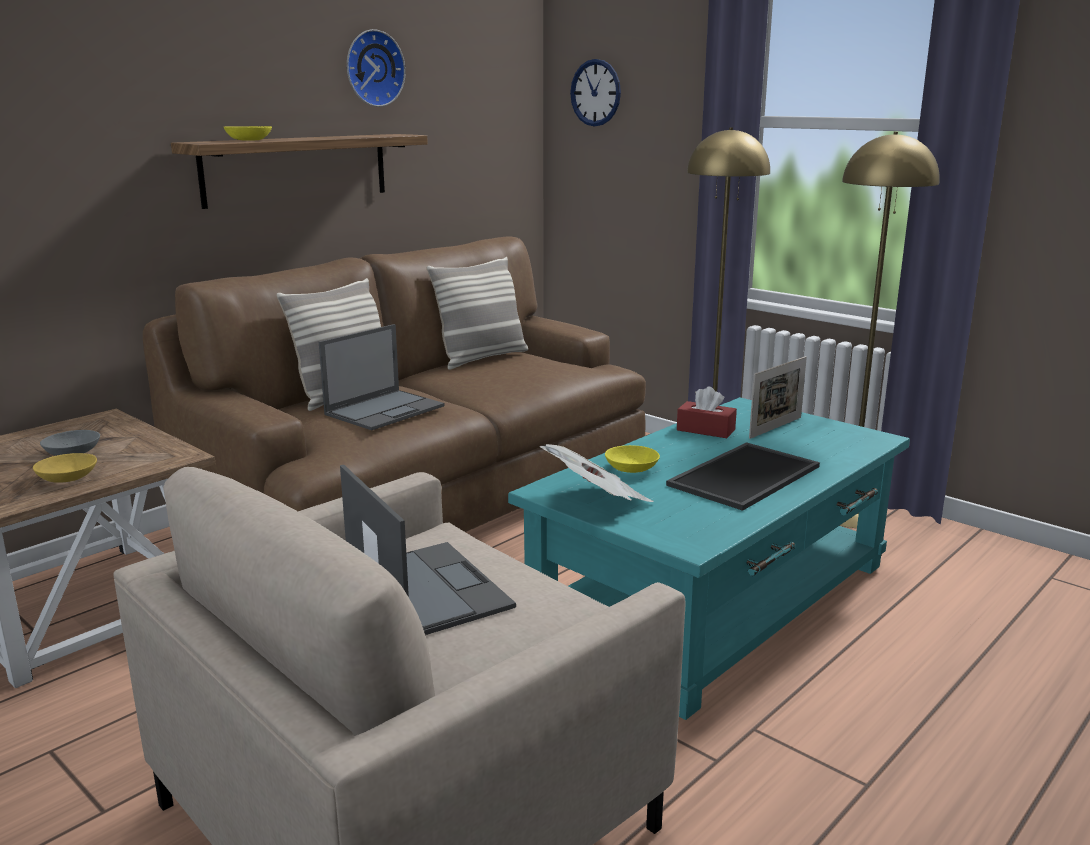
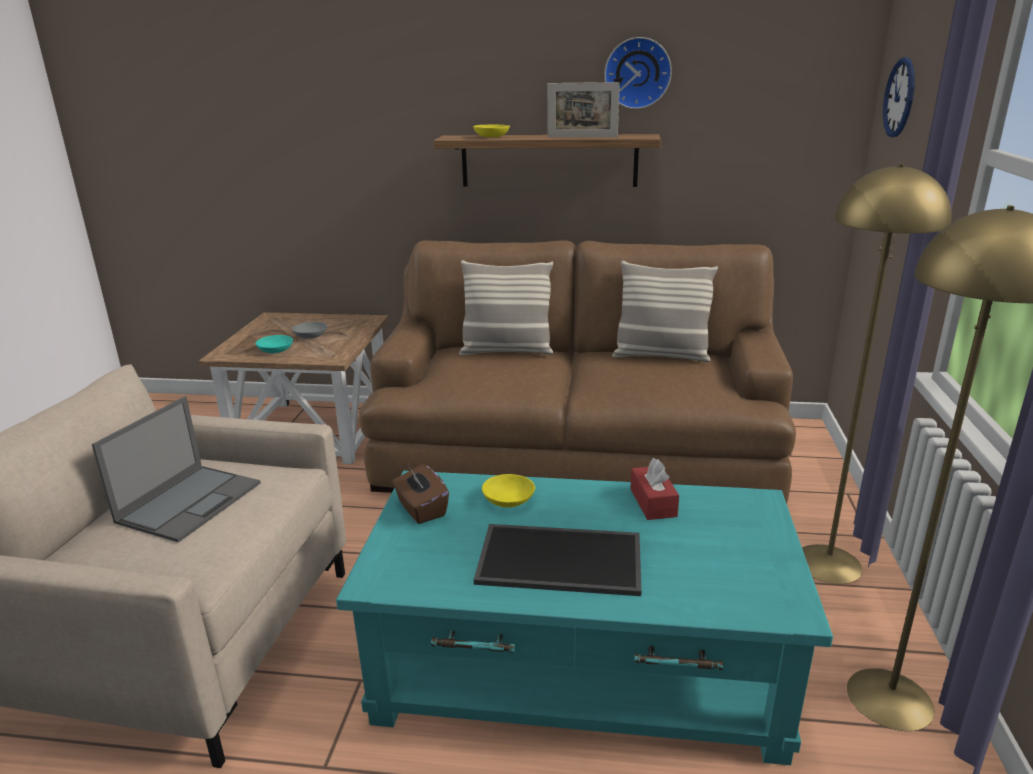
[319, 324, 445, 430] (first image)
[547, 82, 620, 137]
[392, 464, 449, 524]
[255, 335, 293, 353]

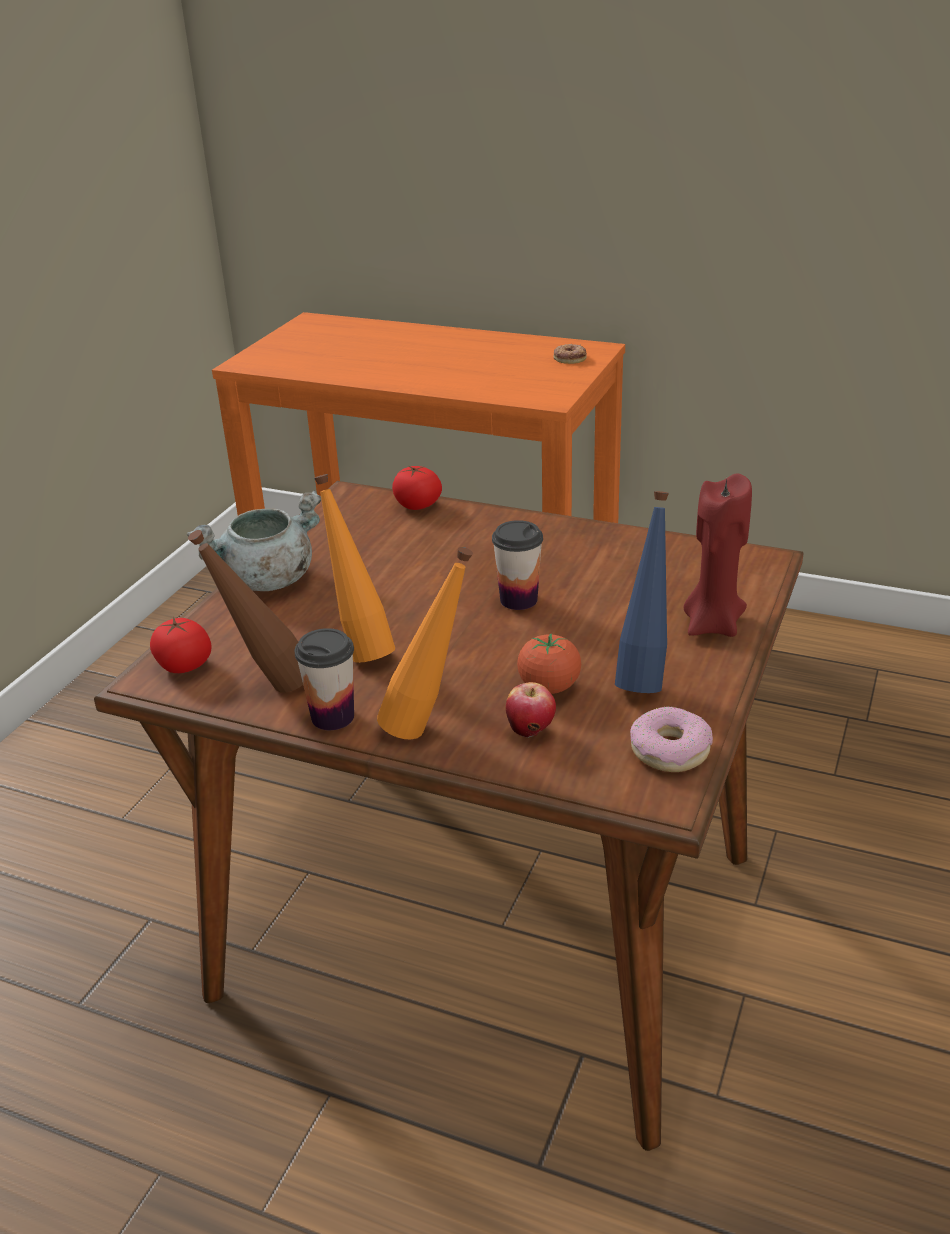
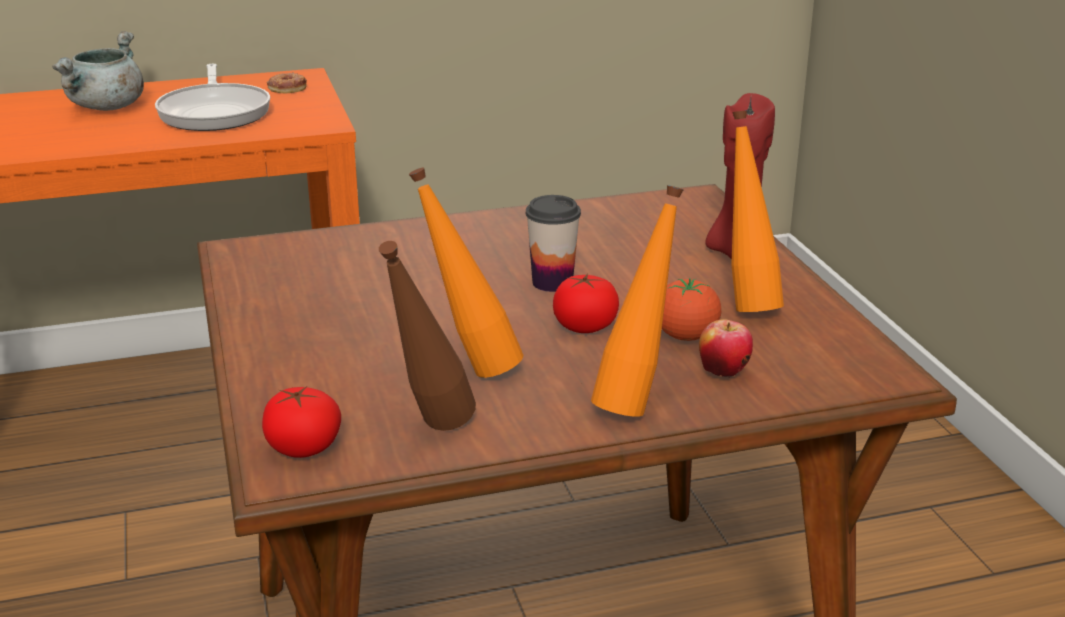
[553, 273, 619, 333]
[52, 31, 144, 111]
[731, 110, 784, 312]
[295, 628, 354, 730] (first image)
[630, 707, 713, 772] (first image)
[155, 64, 270, 131]

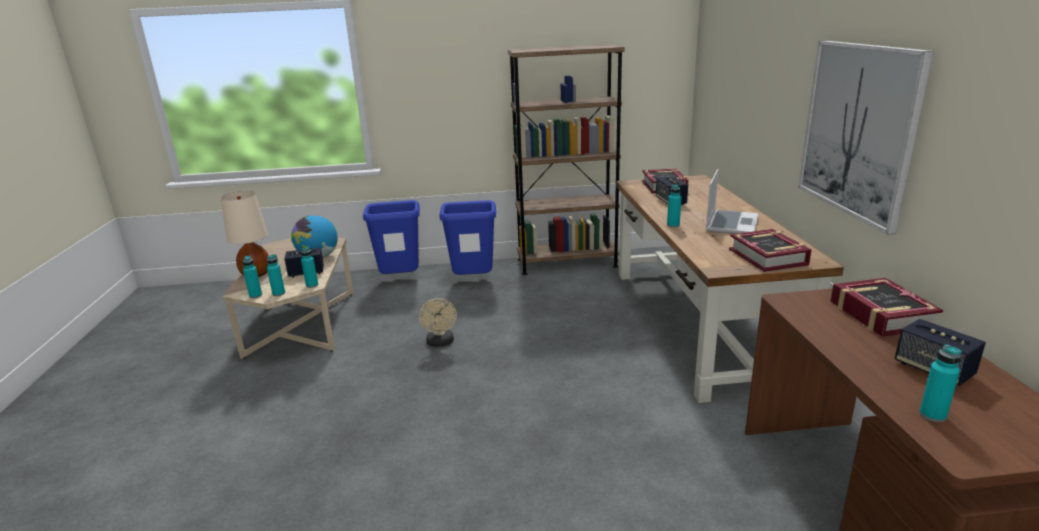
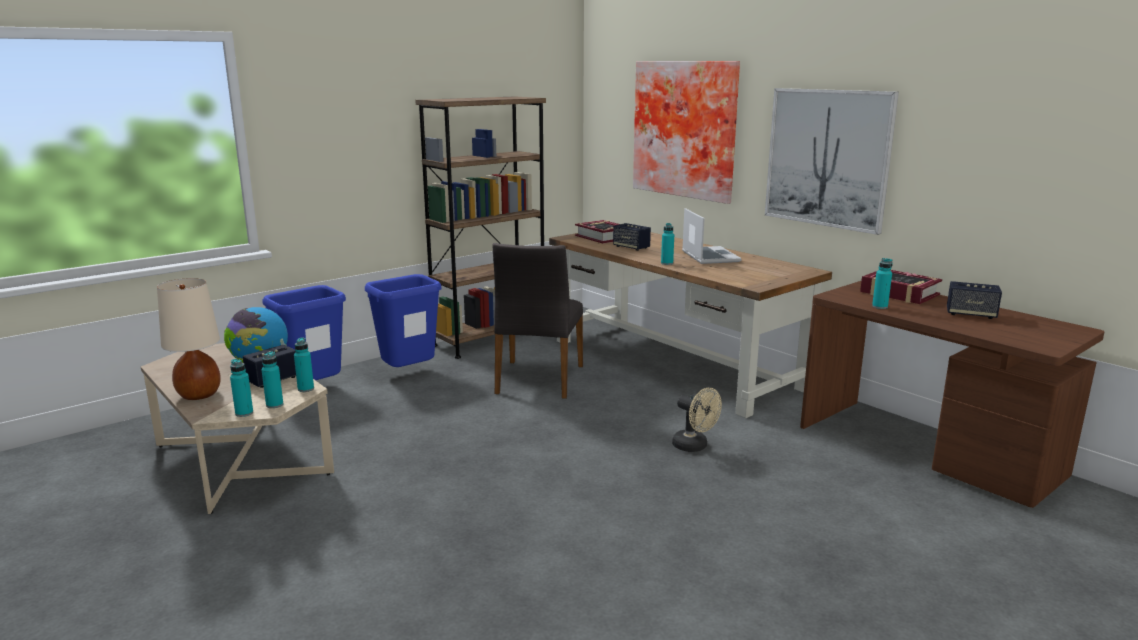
[729, 229, 812, 272] (first image)
[672, 388, 722, 452]
[872, 258, 893, 309]
[633, 61, 740, 204]
[493, 243, 583, 399]

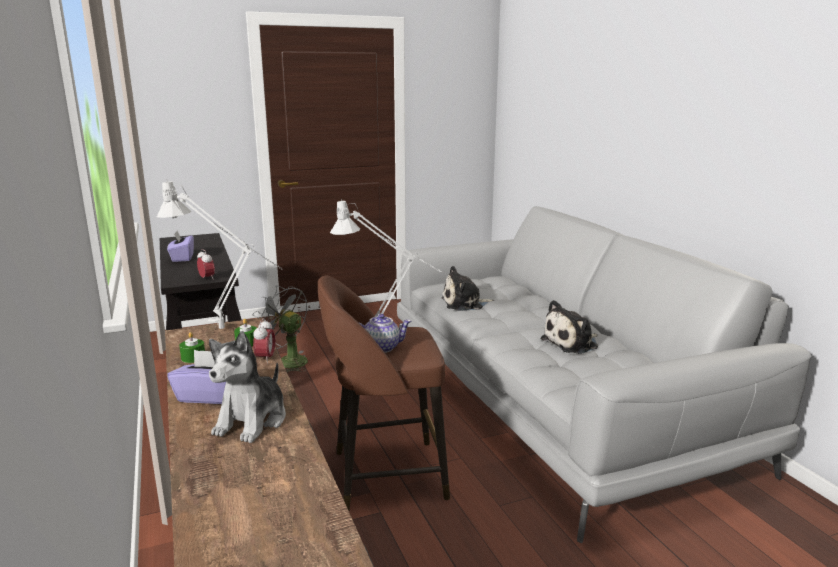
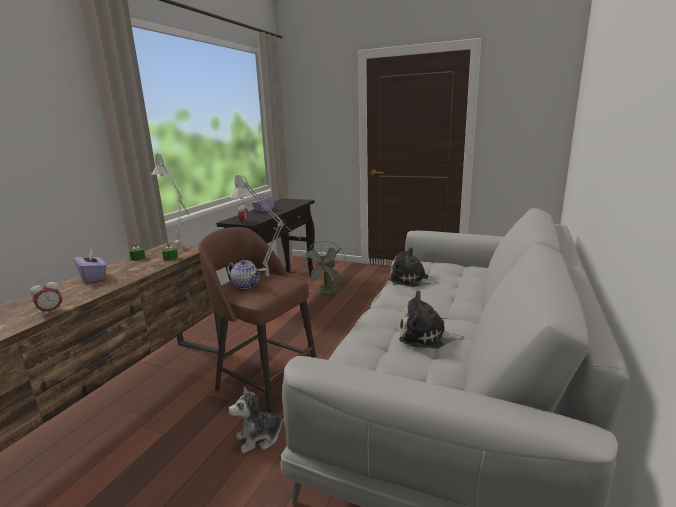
[302, 240, 347, 294]
[30, 279, 62, 316]
[228, 387, 284, 453]

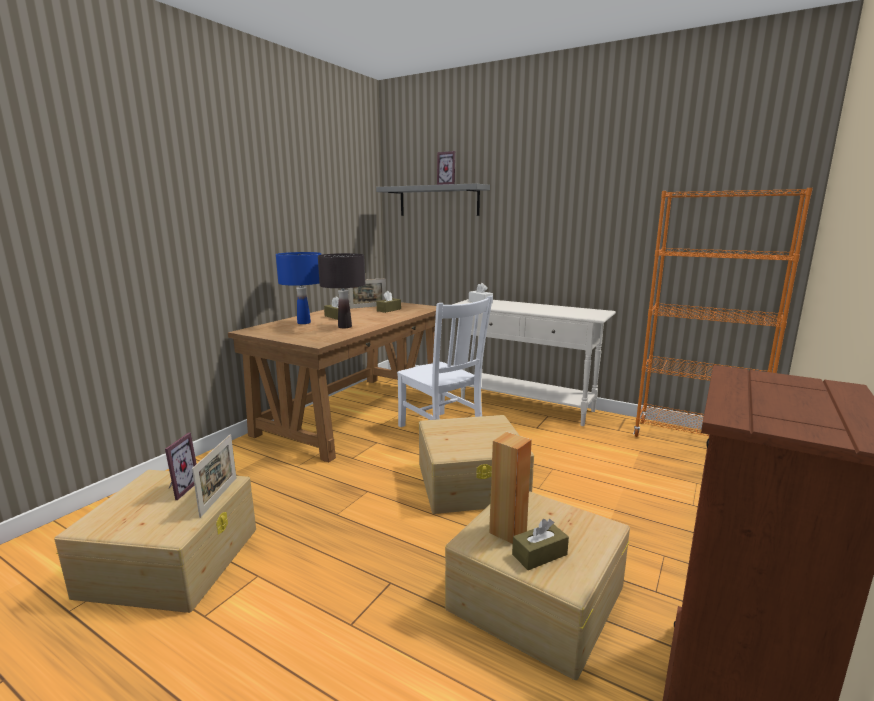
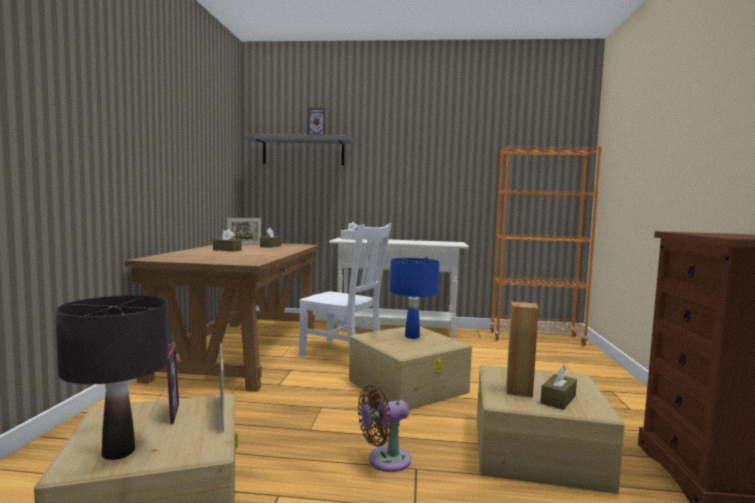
[390, 258, 440, 339]
[55, 295, 169, 460]
[358, 385, 411, 472]

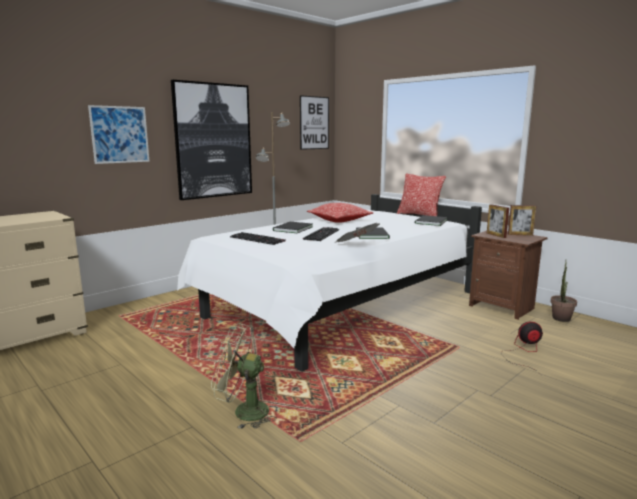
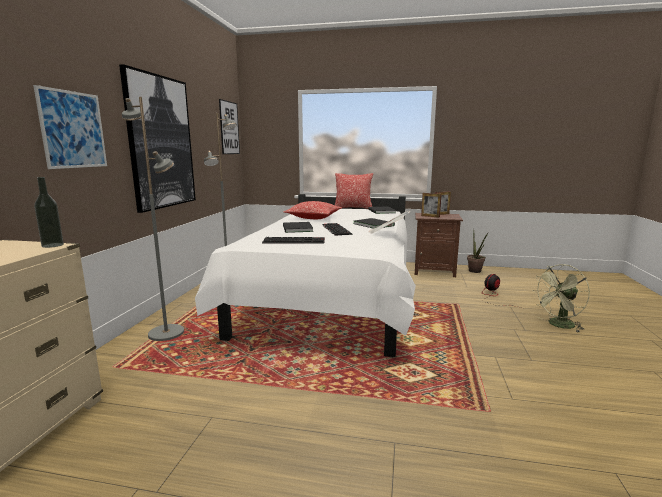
[532, 264, 590, 333]
[122, 97, 184, 341]
[34, 177, 64, 248]

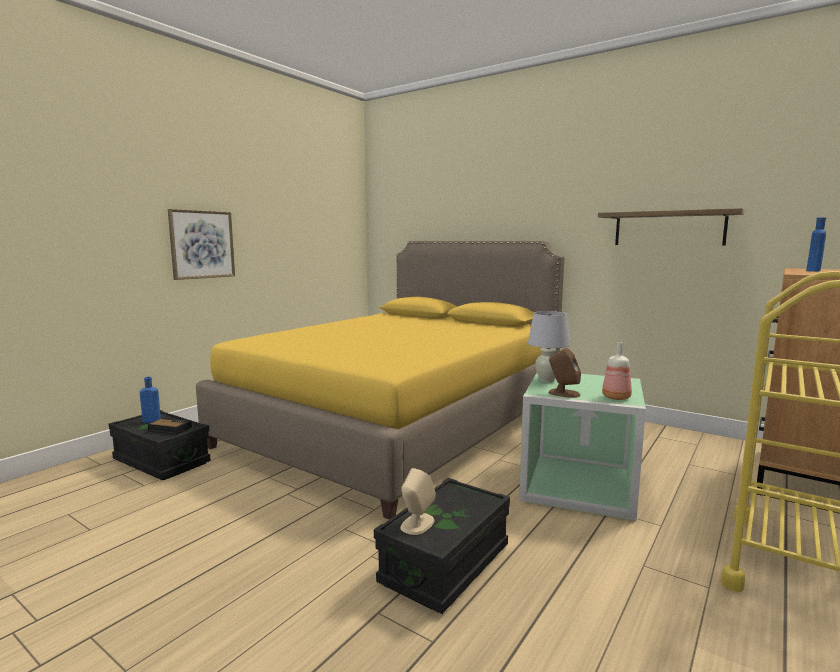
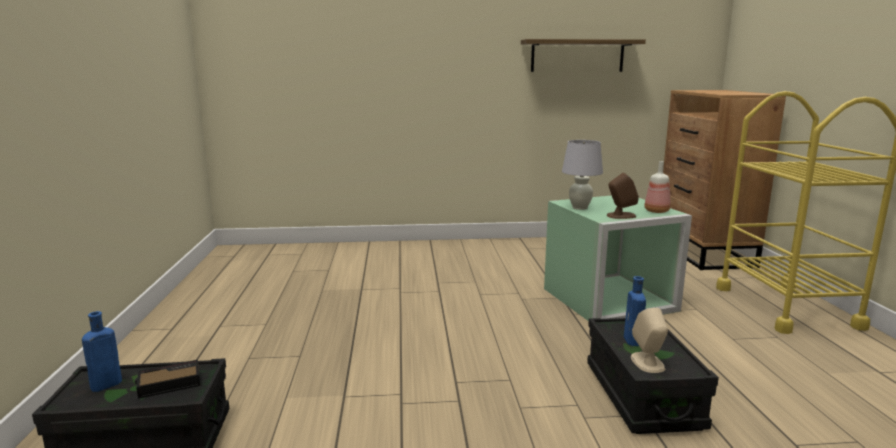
[168, 209, 235, 280] (first image)
[624, 276, 646, 346]
[196, 241, 564, 520] (first image)

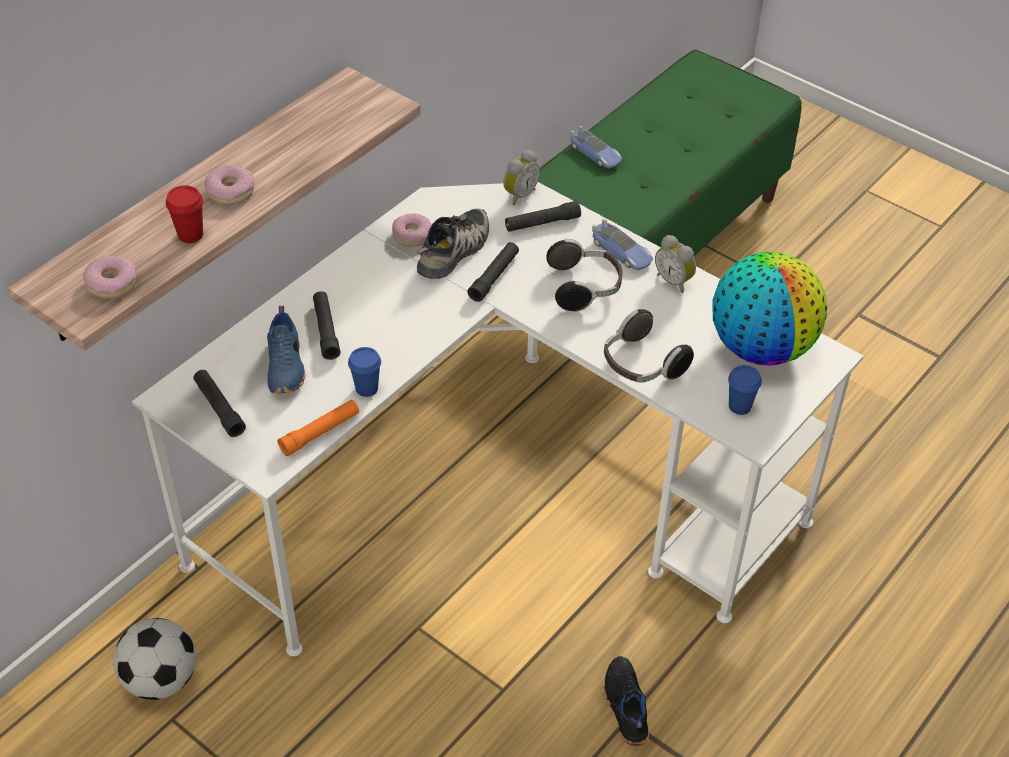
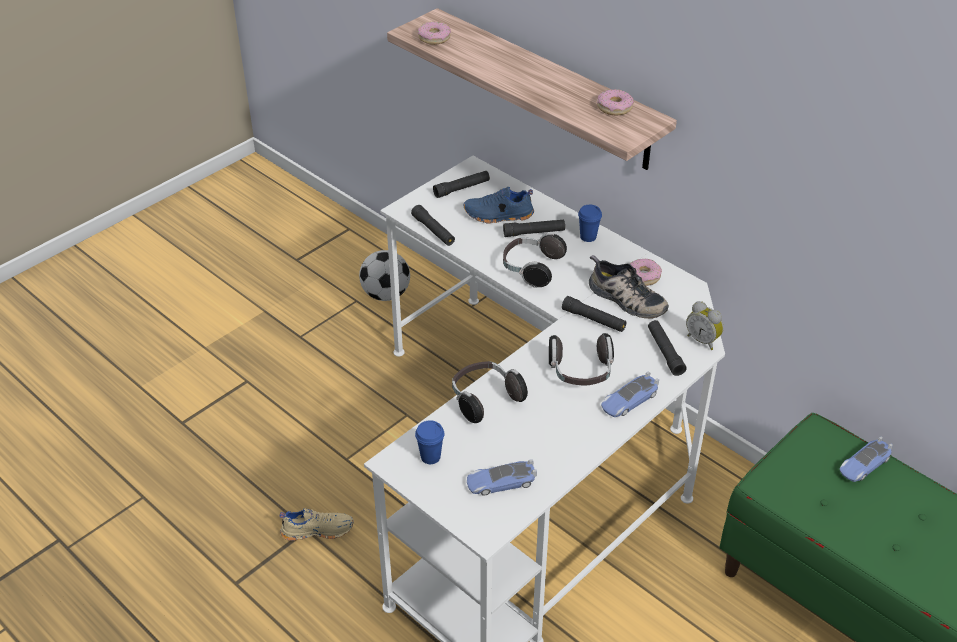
[597, 89, 634, 115]
[166, 185, 203, 243] (first image)
[655, 235, 696, 293] (first image)
[467, 459, 537, 496]
[578, 205, 602, 242]
[411, 205, 455, 246]
[280, 508, 353, 541]
[503, 232, 567, 288]

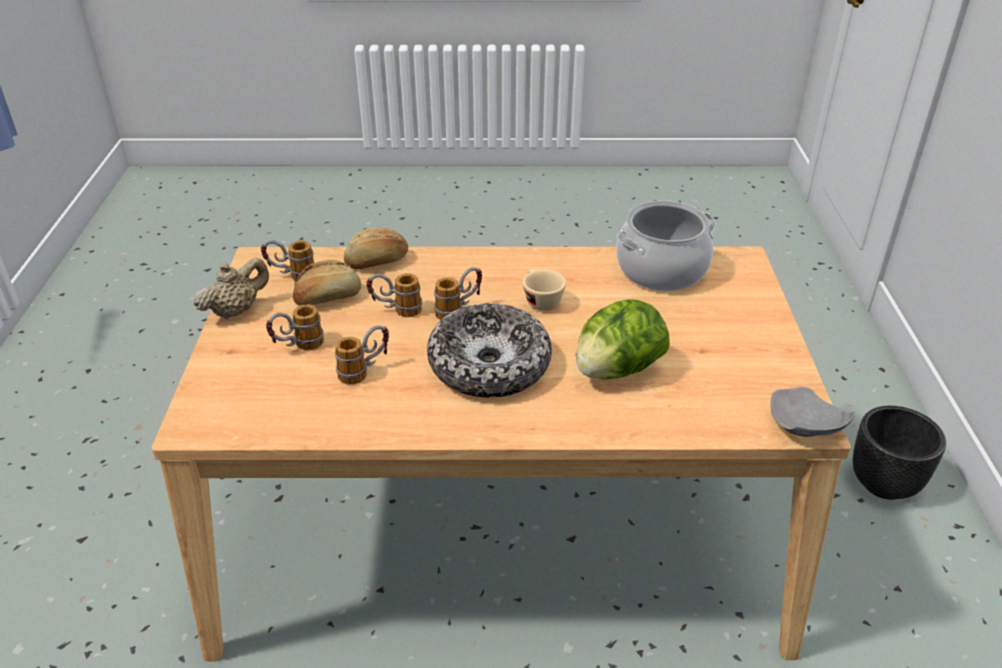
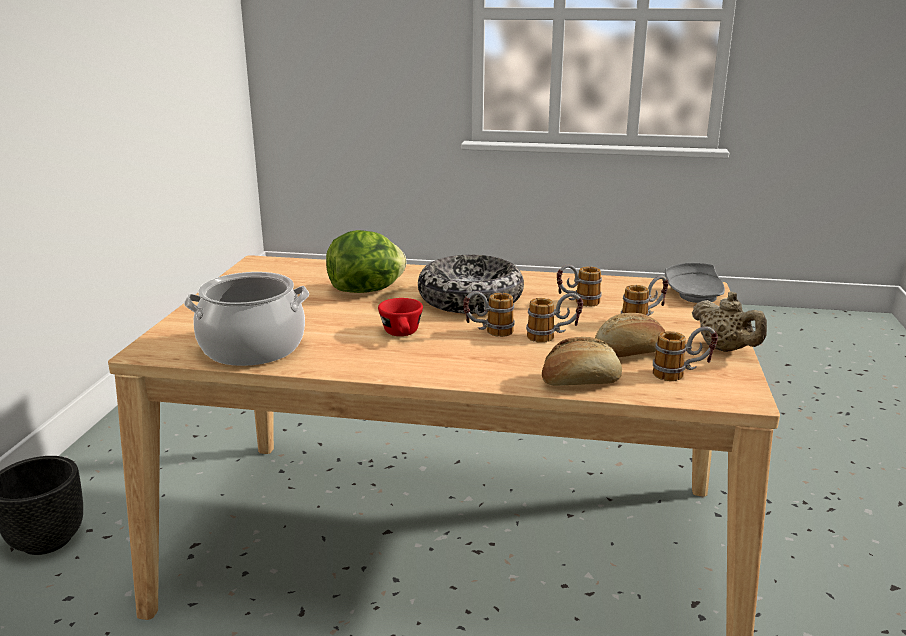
[692, 292, 767, 352]
[378, 298, 423, 336]
[665, 263, 725, 303]

